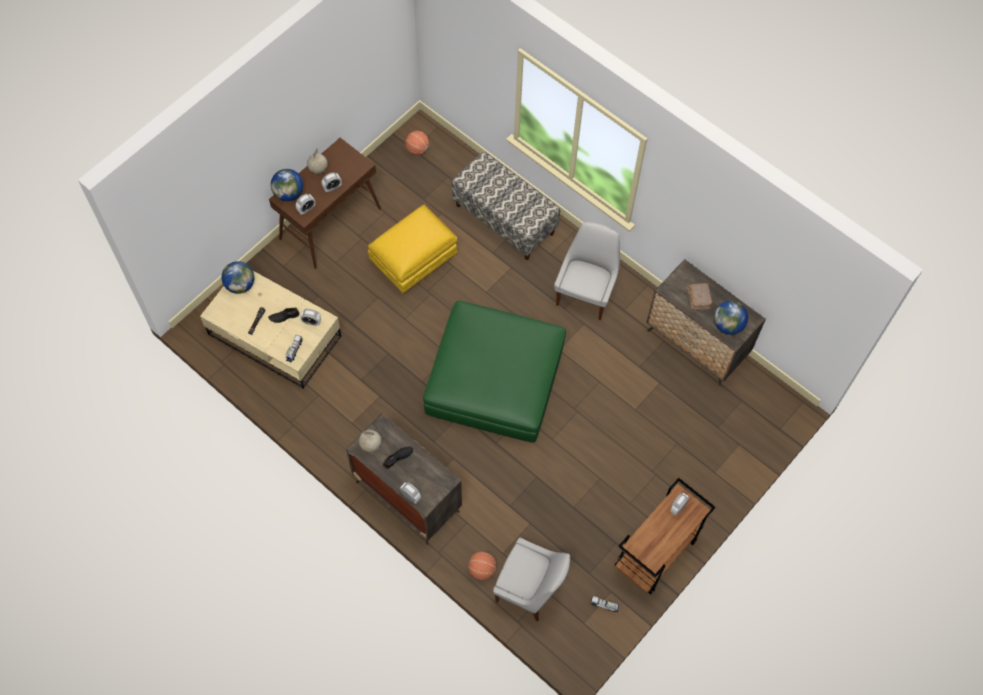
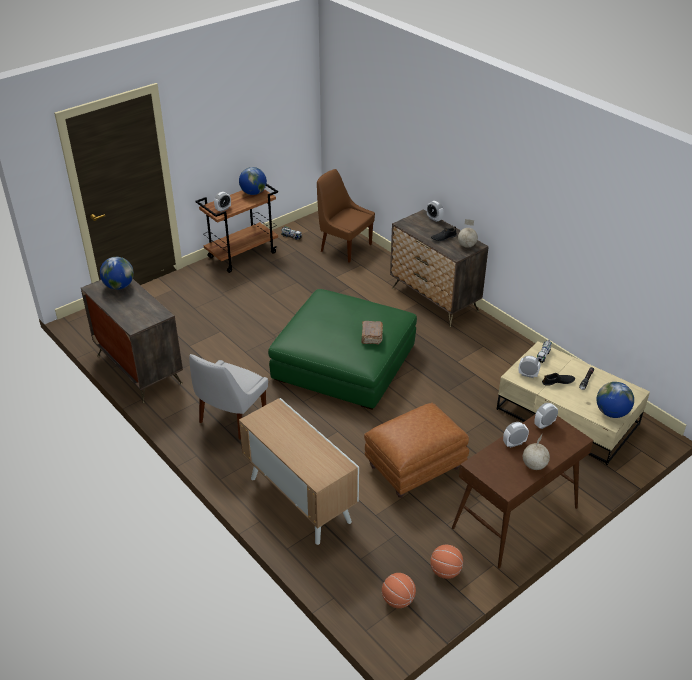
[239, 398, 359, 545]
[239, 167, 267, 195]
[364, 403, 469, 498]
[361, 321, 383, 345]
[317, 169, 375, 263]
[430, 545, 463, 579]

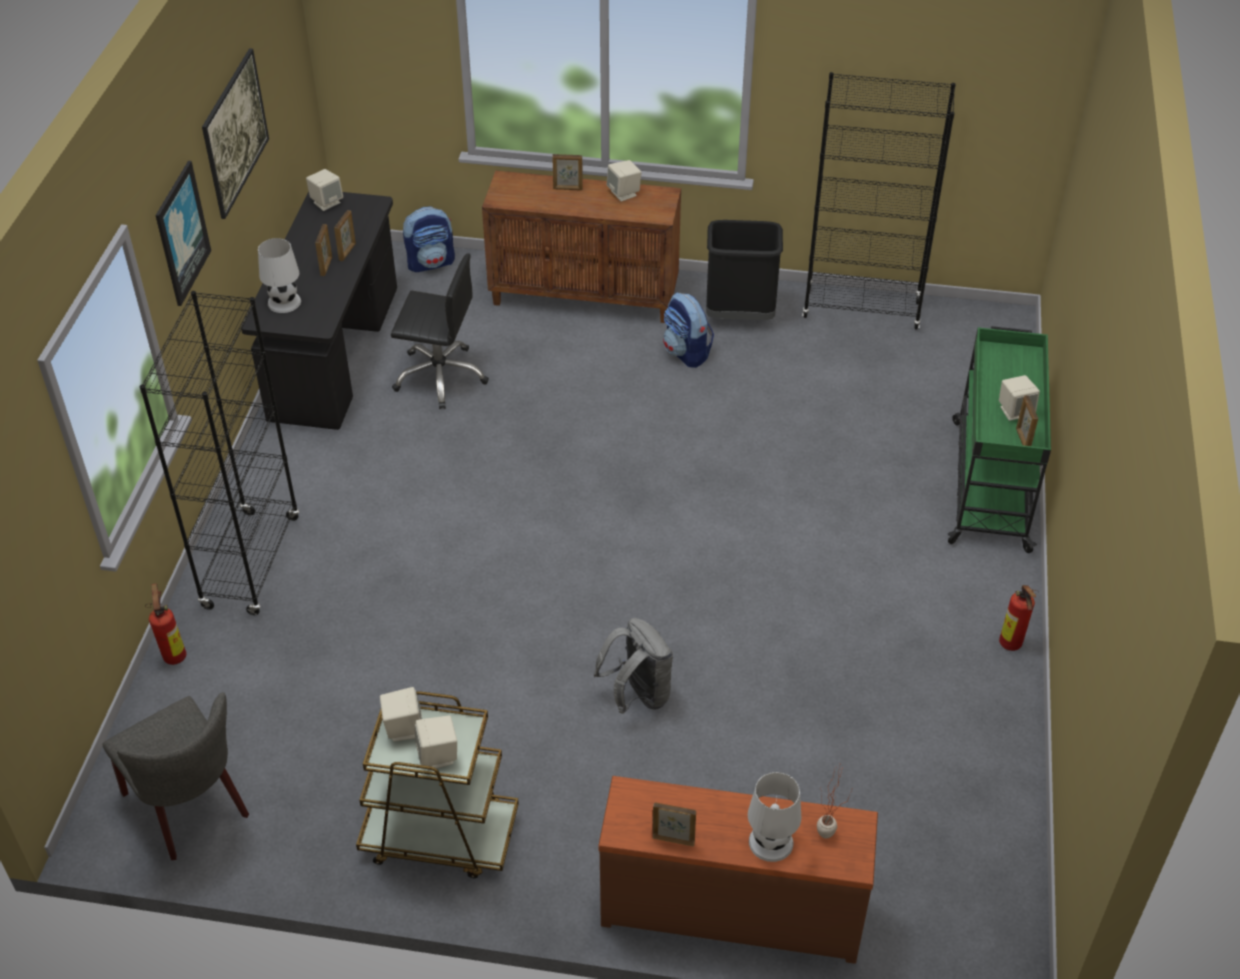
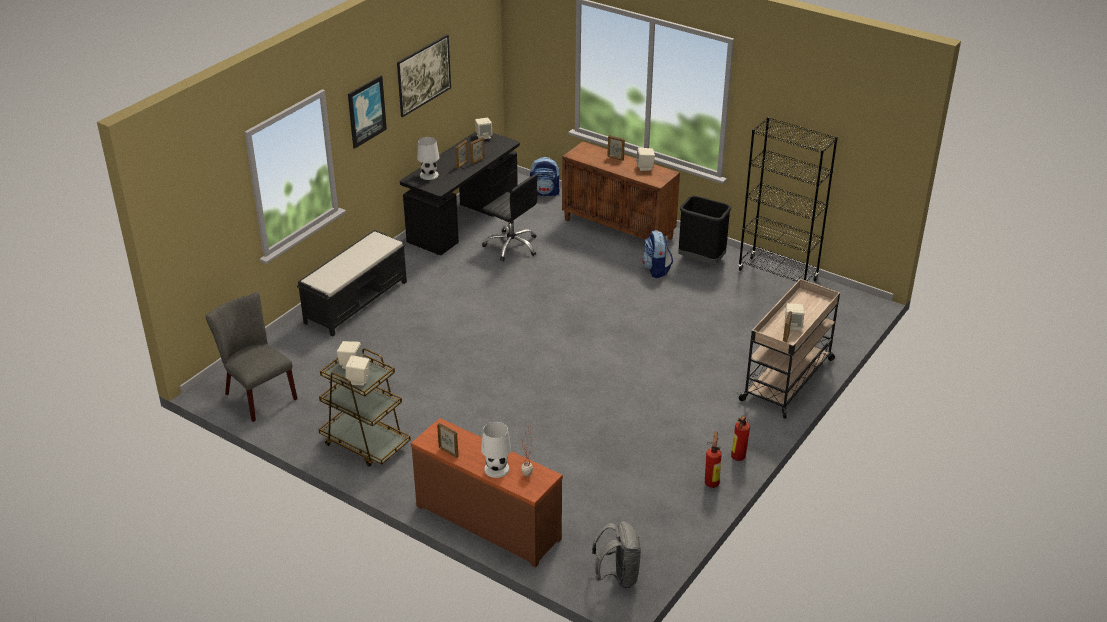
[297, 230, 407, 337]
[738, 279, 840, 419]
[705, 431, 722, 488]
[592, 521, 641, 588]
[206, 292, 298, 422]

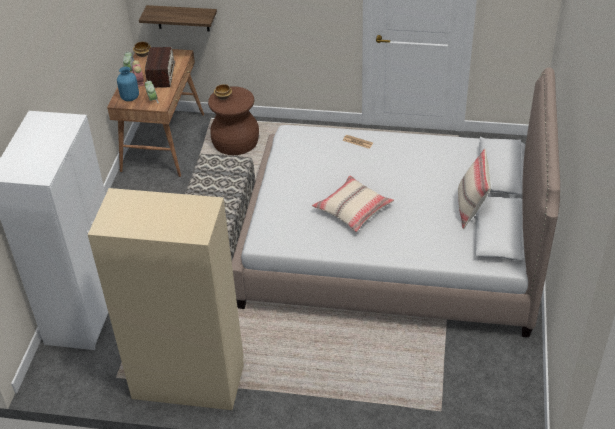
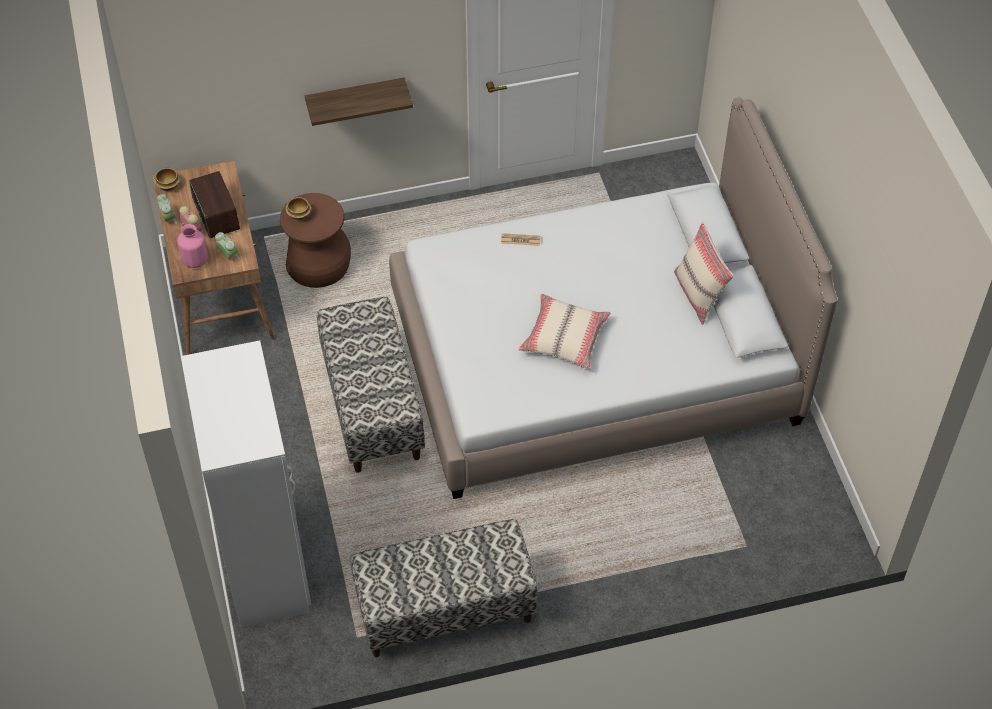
[305, 78, 413, 126]
[177, 224, 208, 268]
[350, 519, 538, 657]

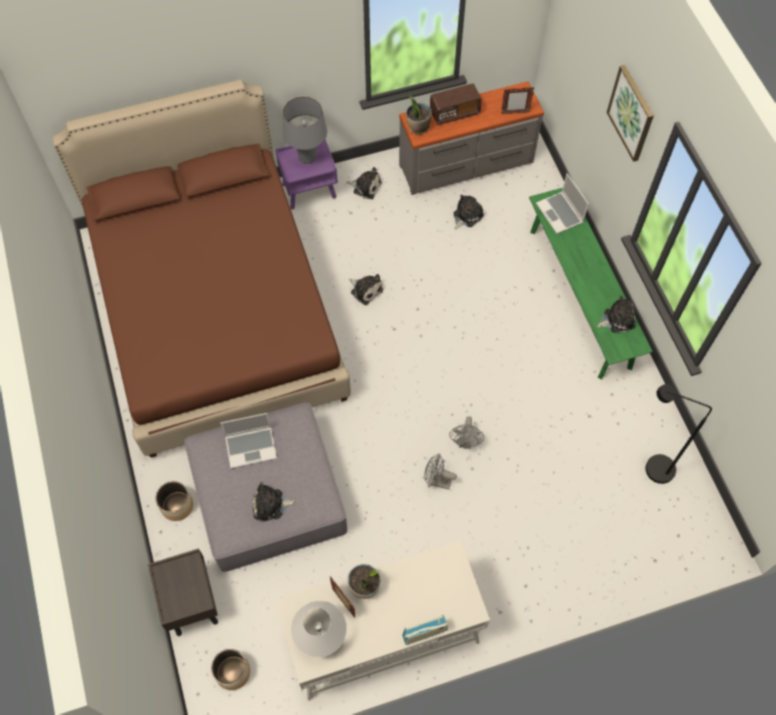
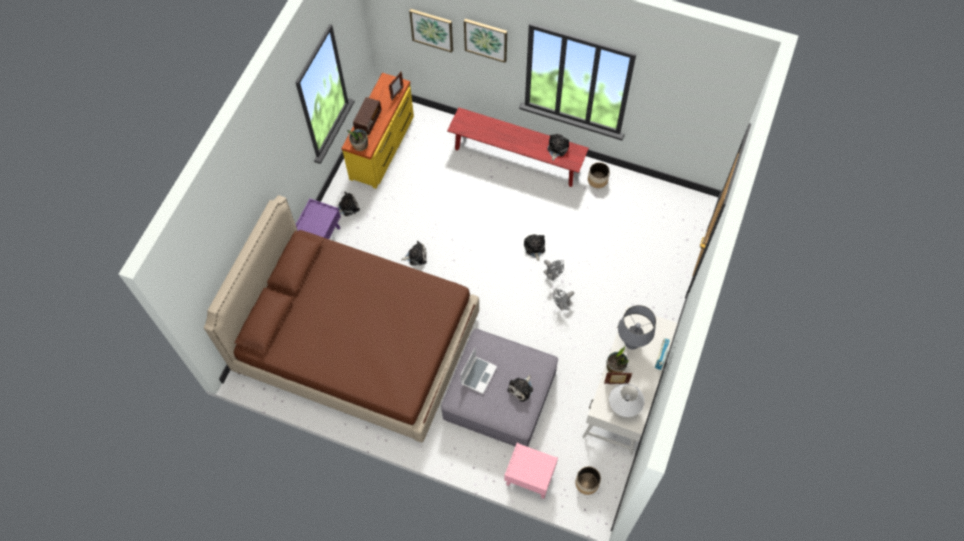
[341, 73, 414, 189]
[618, 305, 656, 350]
[536, 173, 589, 234] (first image)
[447, 107, 589, 187]
[524, 234, 545, 261]
[645, 384, 712, 484] (first image)
[588, 162, 610, 188]
[504, 442, 558, 499]
[409, 9, 453, 53]

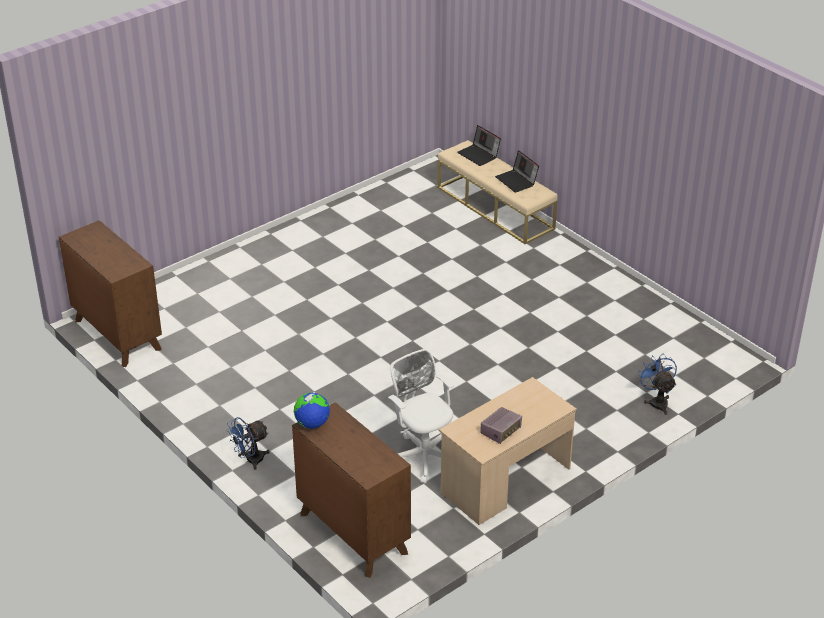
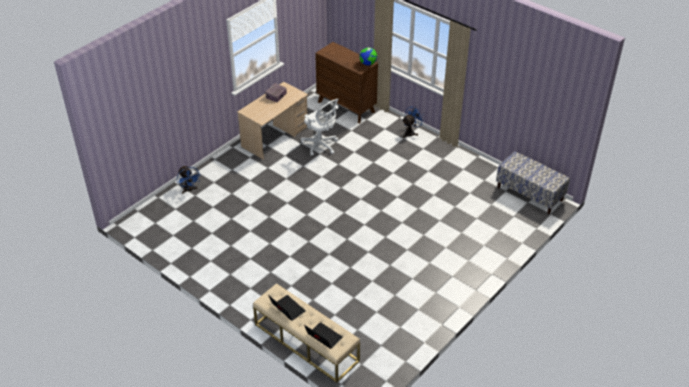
[496, 151, 570, 214]

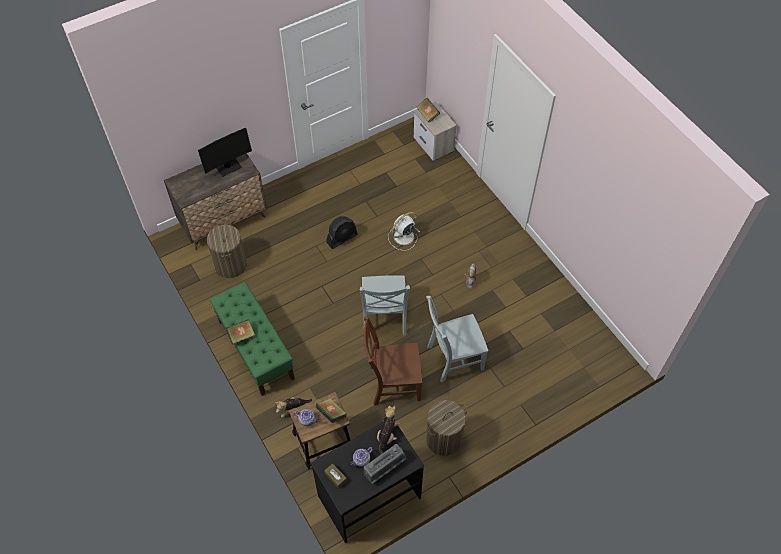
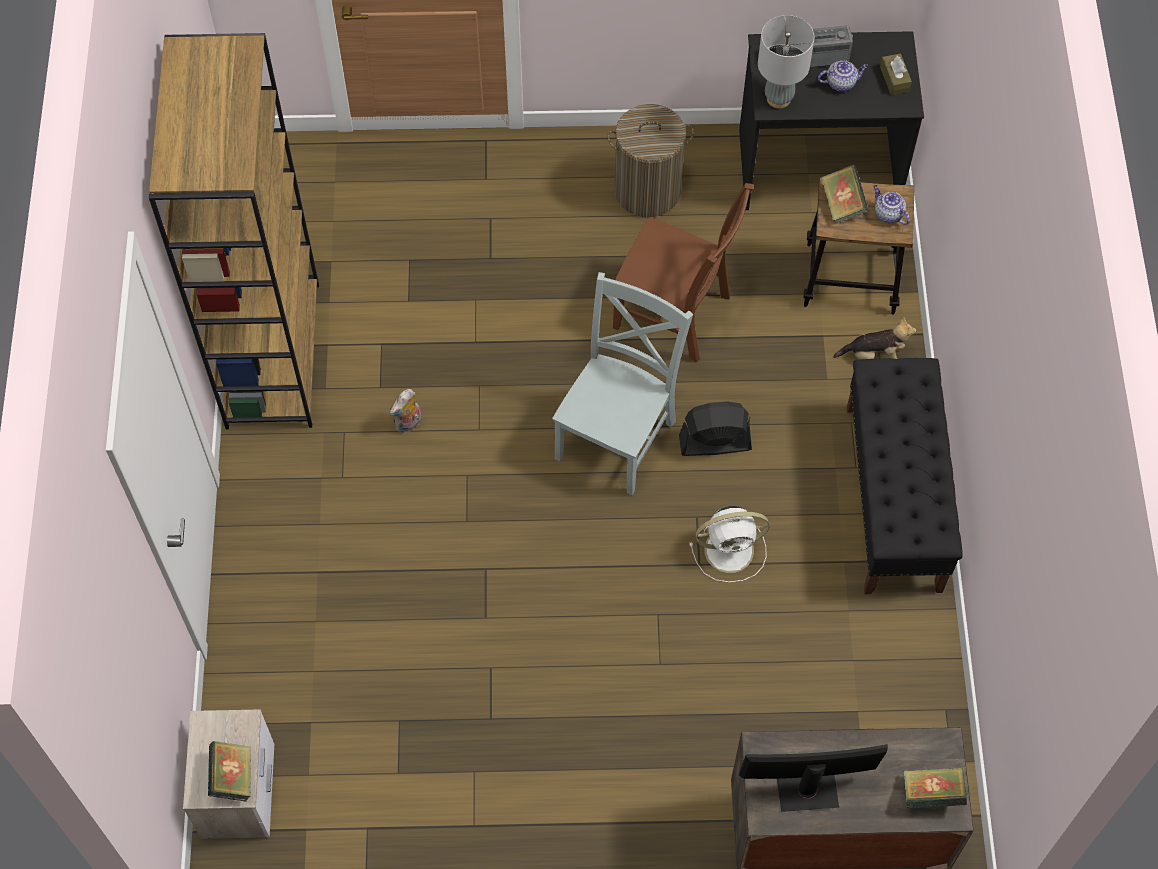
[689, 506, 769, 583]
[679, 402, 752, 456]
[207, 223, 247, 278] (first image)
[847, 358, 963, 594]
[426, 296, 488, 383] (first image)
[904, 768, 967, 809]
[758, 15, 814, 108]
[149, 33, 319, 429]

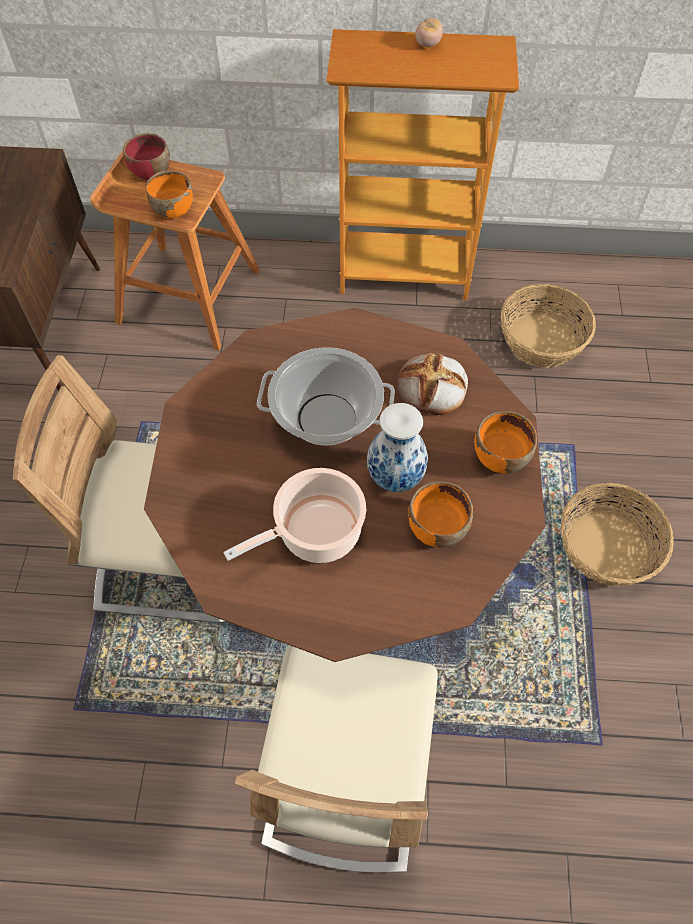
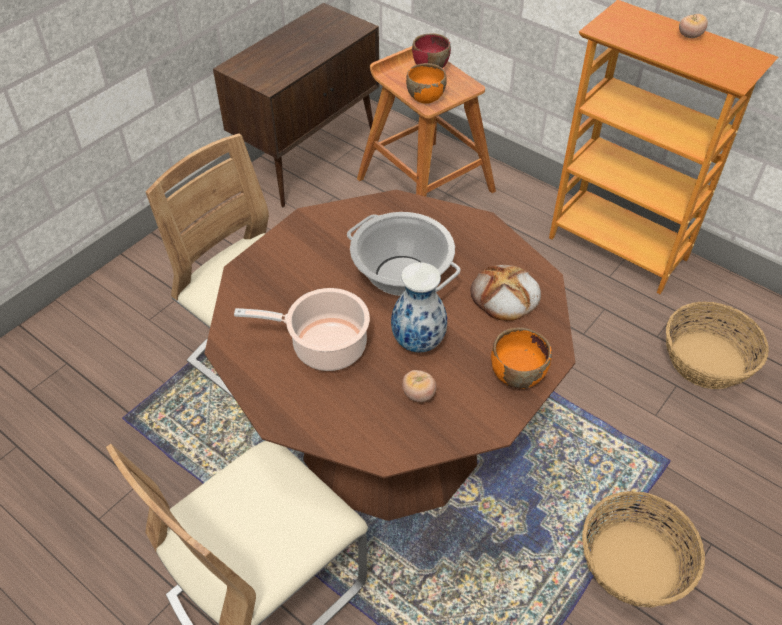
[402, 370, 436, 402]

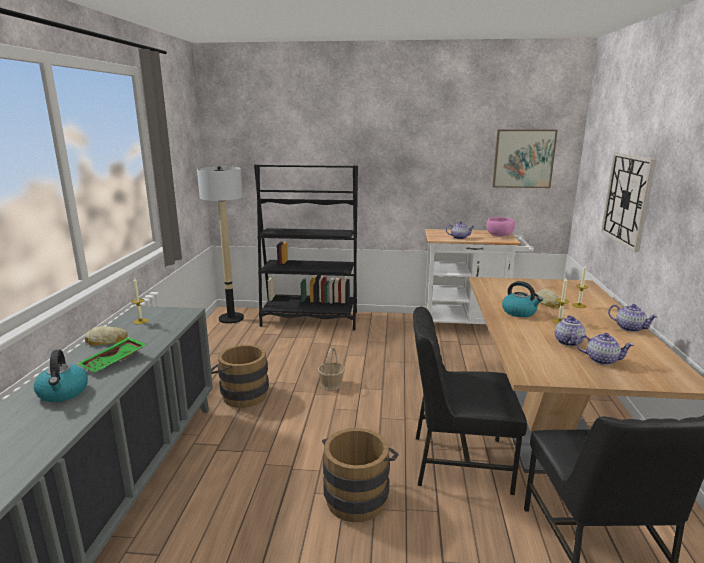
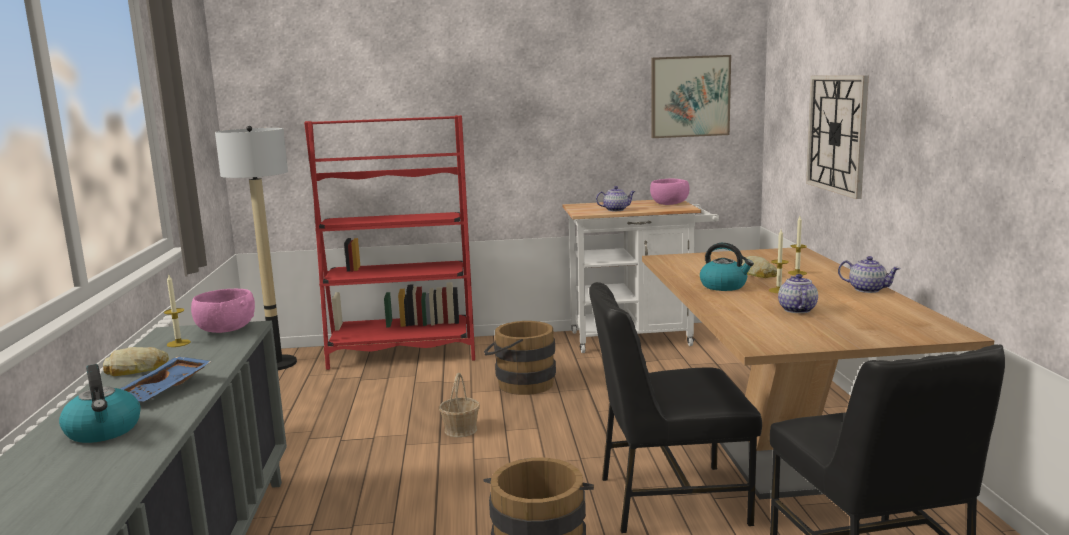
[304, 115, 475, 370]
[576, 333, 634, 365] (first image)
[120, 356, 212, 402]
[484, 321, 556, 395]
[191, 289, 255, 333]

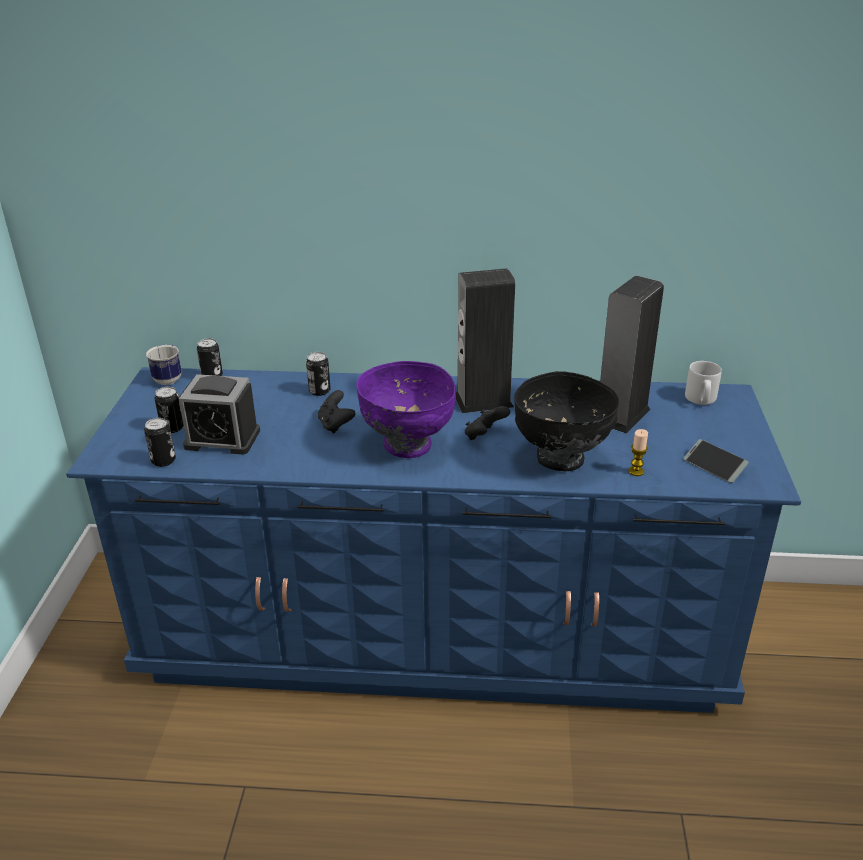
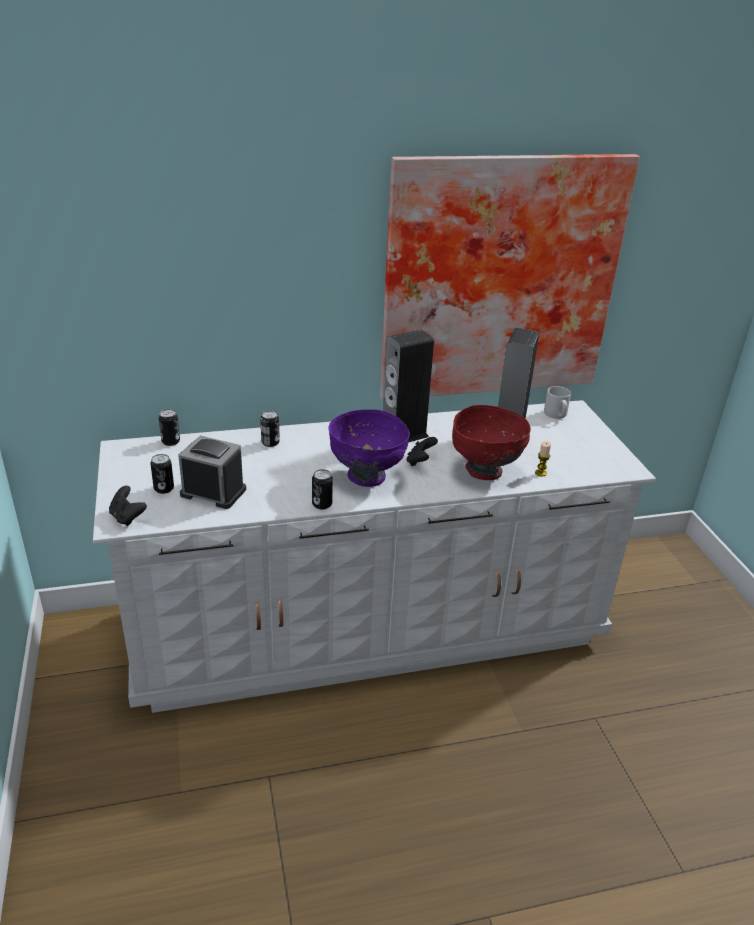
[146, 345, 181, 385] (first image)
[93, 400, 656, 713]
[452, 405, 531, 480]
[178, 435, 246, 509]
[109, 486, 147, 526]
[312, 469, 333, 510]
[683, 439, 749, 483] (first image)
[380, 154, 640, 400]

